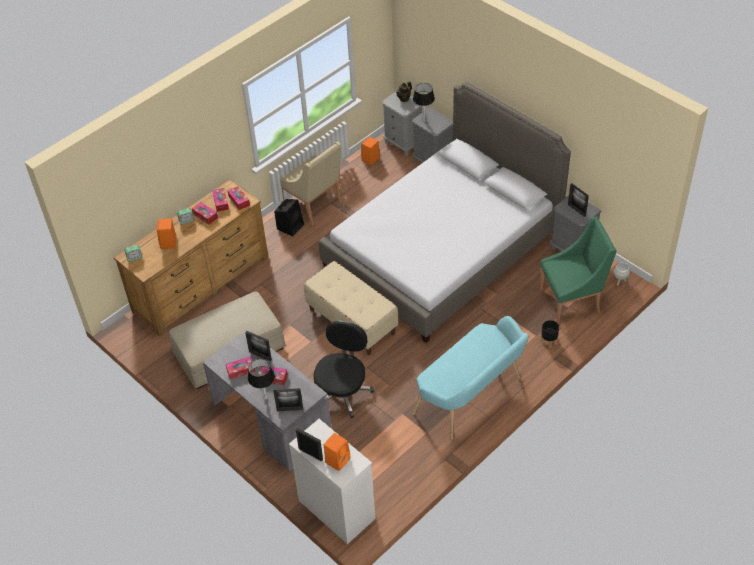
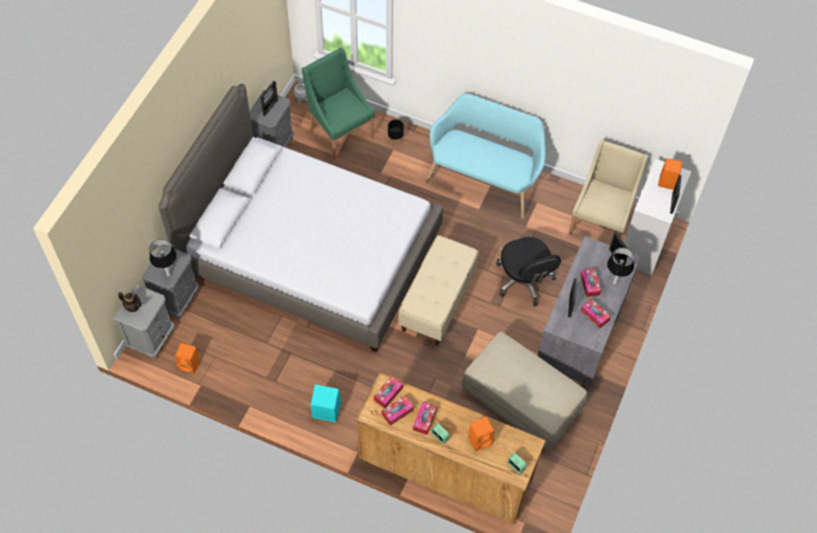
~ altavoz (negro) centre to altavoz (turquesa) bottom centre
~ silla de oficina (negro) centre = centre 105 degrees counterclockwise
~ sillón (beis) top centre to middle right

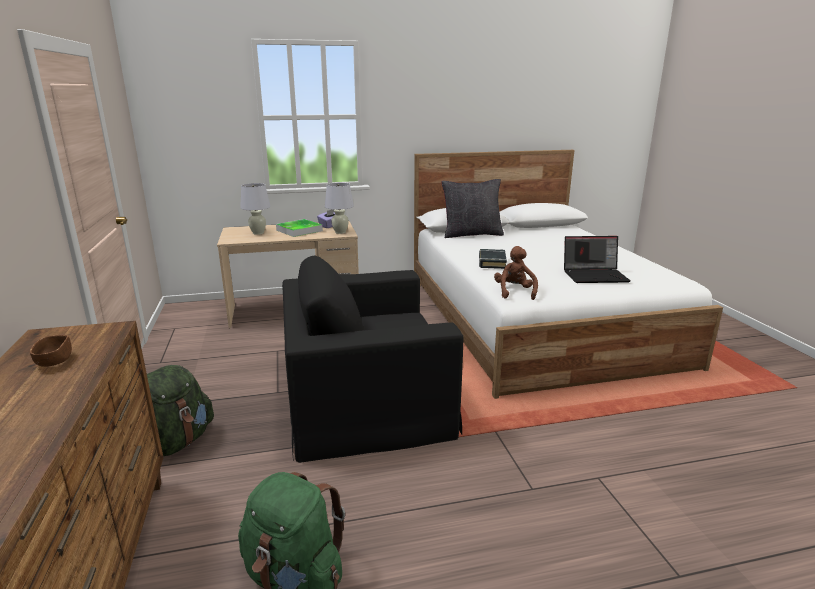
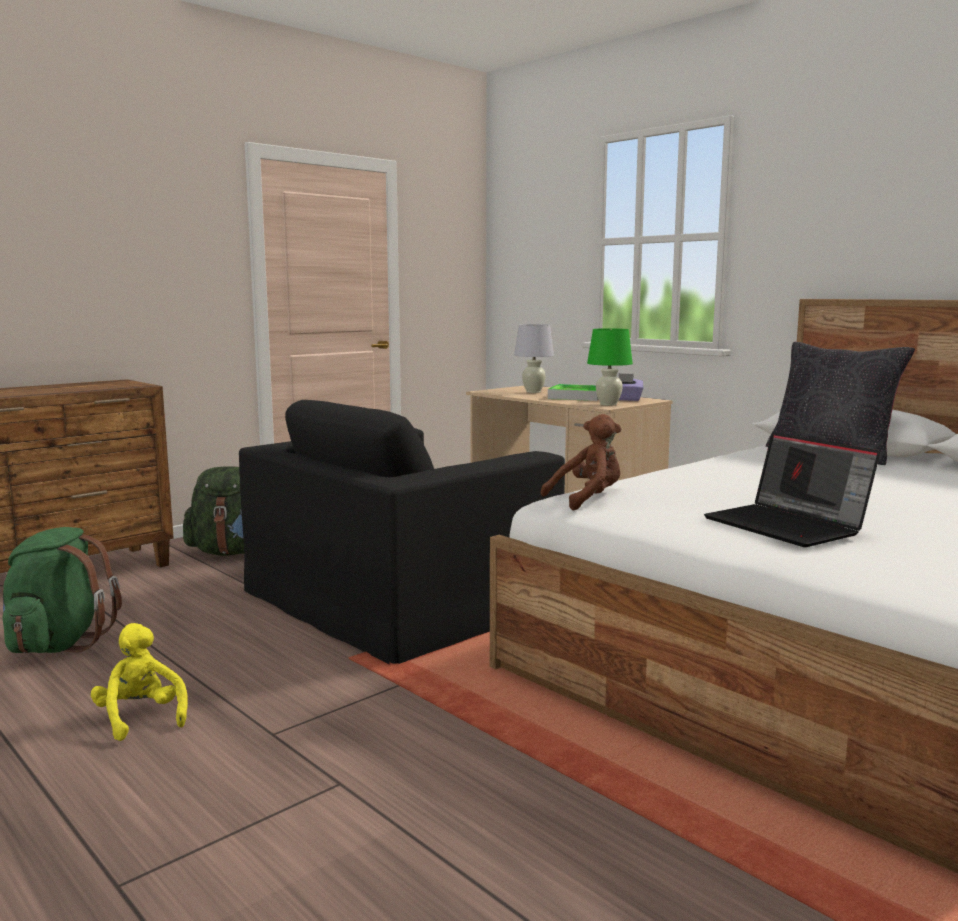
+ peluche (amarillo) bottom left
~ sillón (negro) centre = centre 90 degrees counterclockwise
~ lámpara de mesa (blanco) (2nd from left) centre to lámpara de mesa (verde) centre
- cuenco (marrón) middle left
- libro (negro) centre

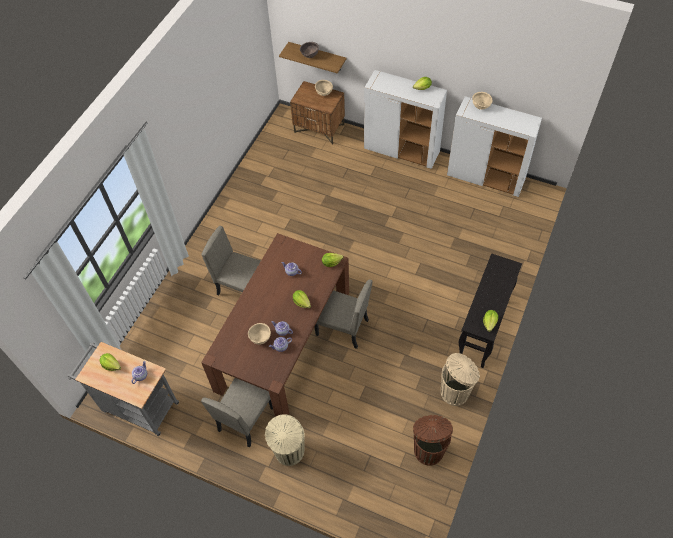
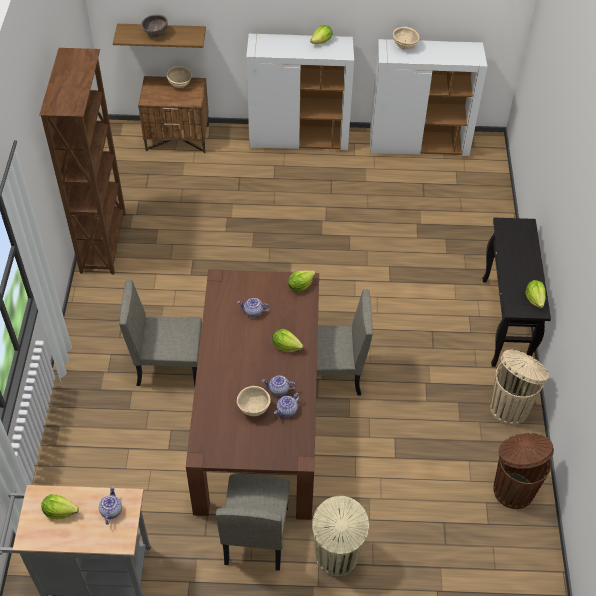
+ estantería (marrón) top left

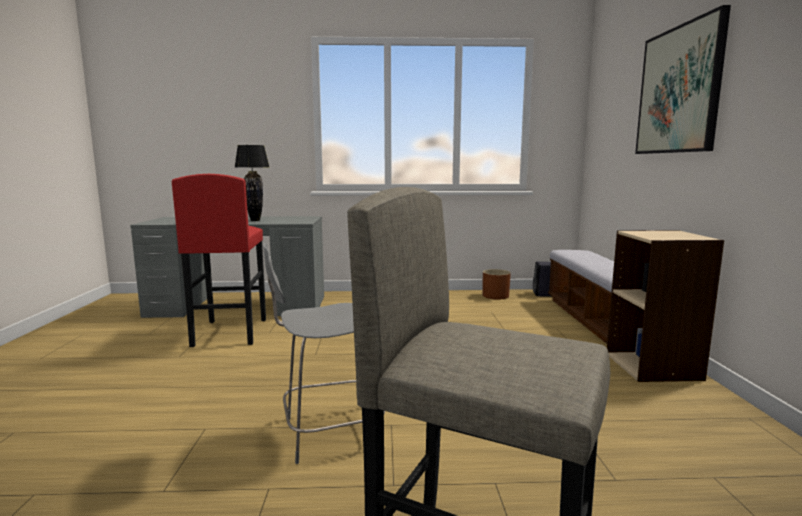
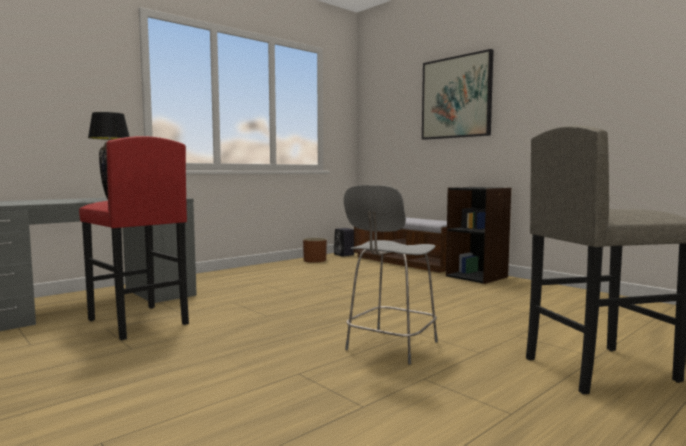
~ estantería (beis) middle right to estantería (negro) middle right

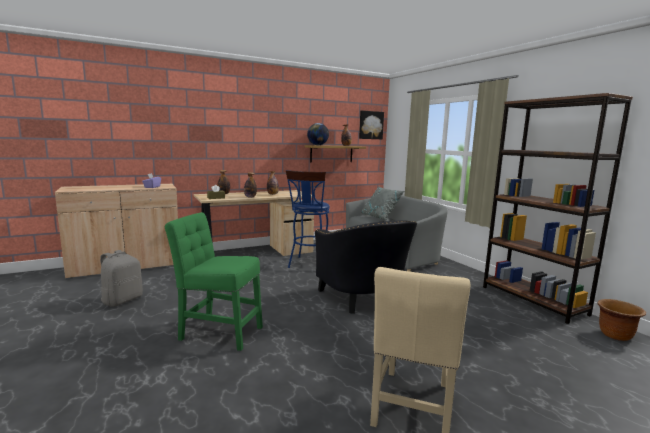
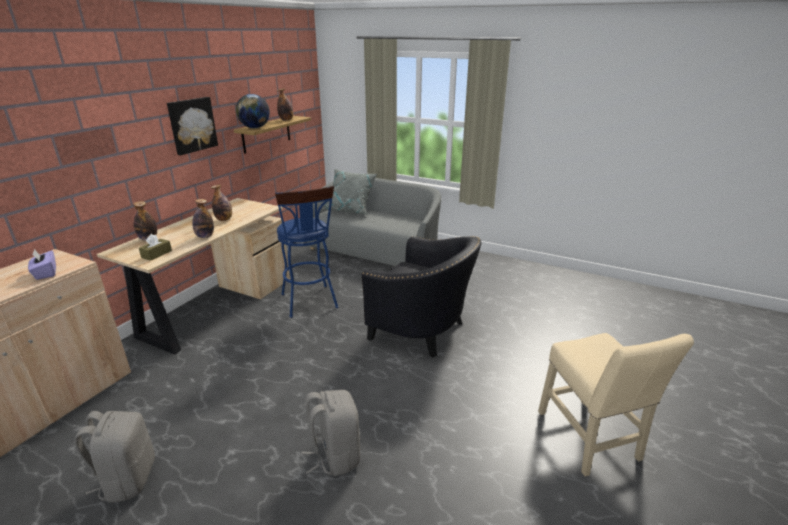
~ cuadro top centre to top left
~ silla (verde) middle left to mochila (gris) (2nd from left) bottom centre
- estantería (marrón) middle right
- maceta (marrón) bottom right

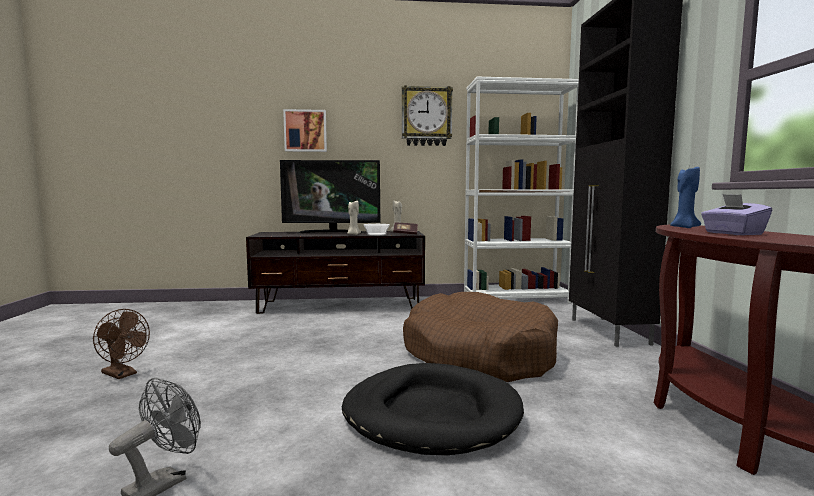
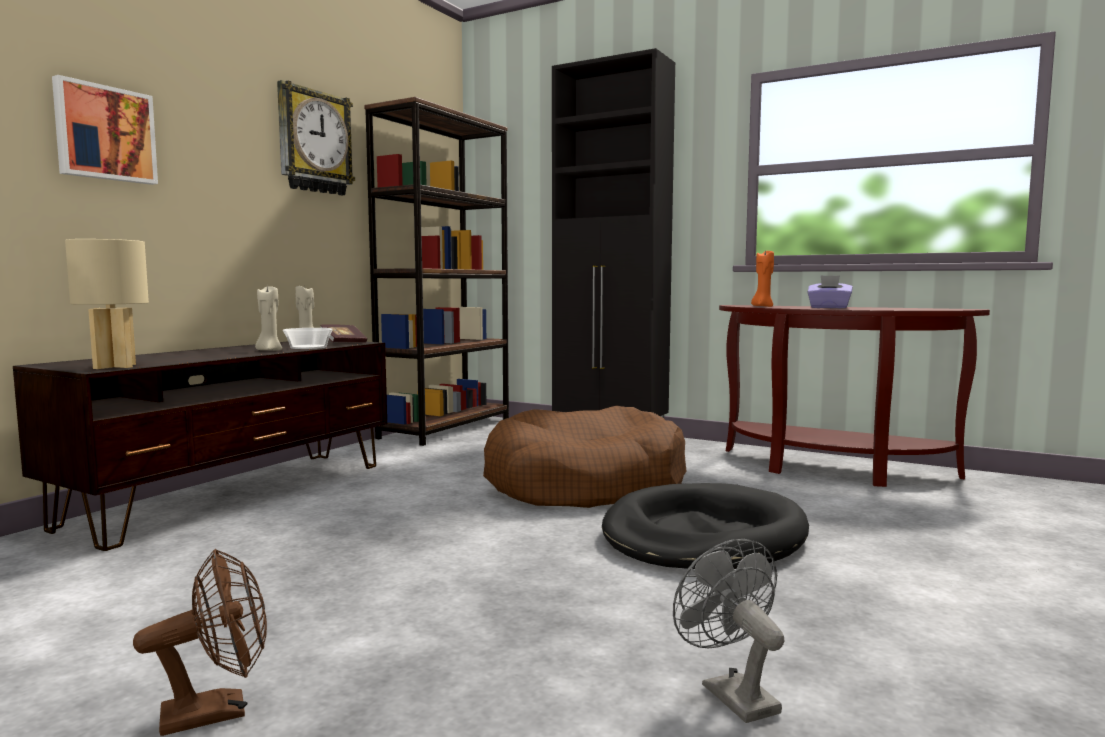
+ lámpara de mesa (beis) middle left
~ estantería (blanco) centre to estantería (marrón) centre
~ vela (azul) middle right to vela (naranja) middle right
- televisor centre

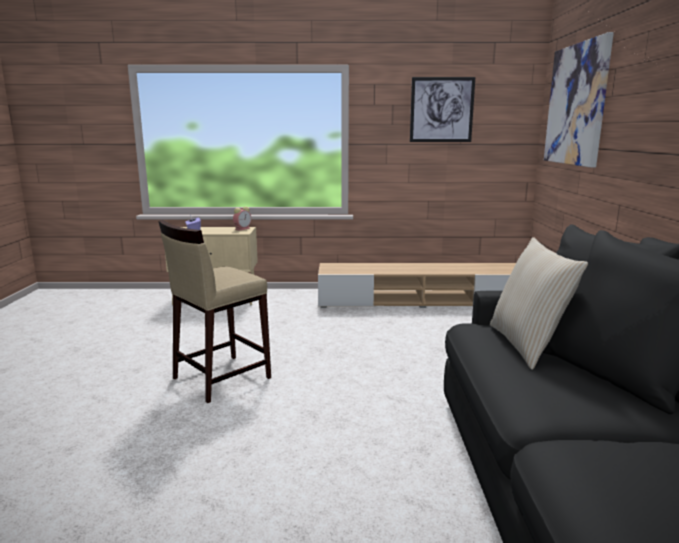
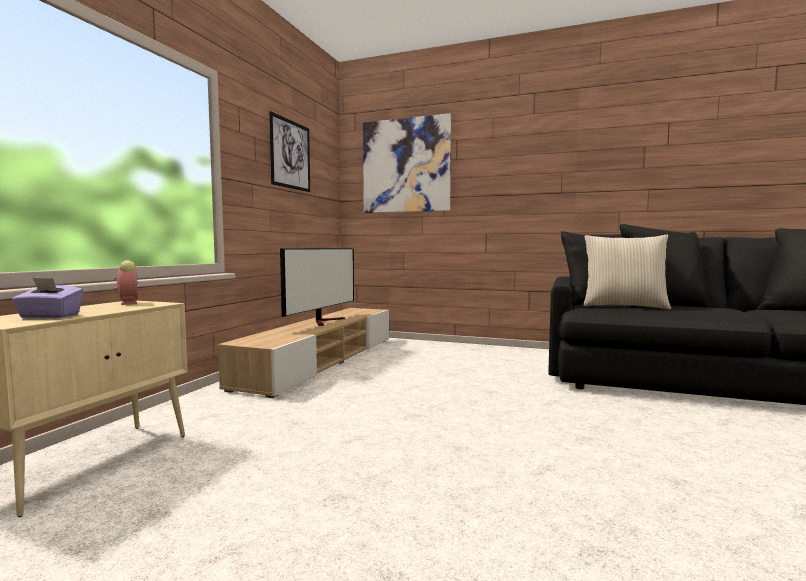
+ televisor centre
- taburete (beis) middle left

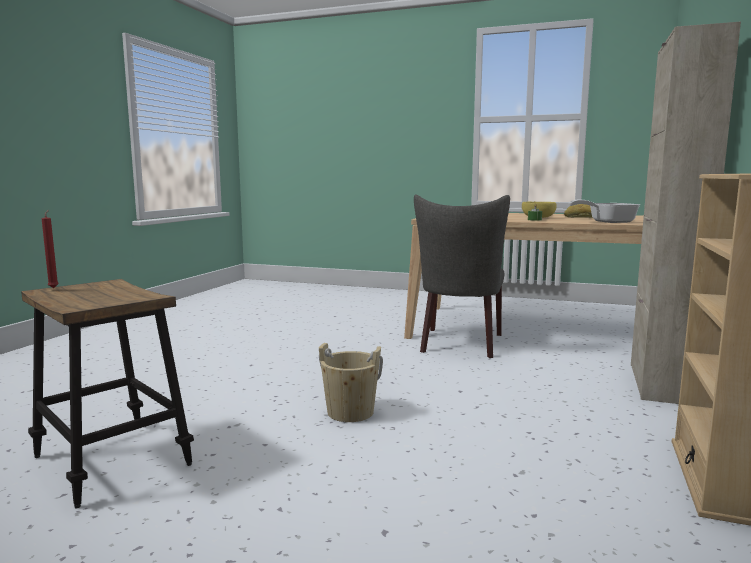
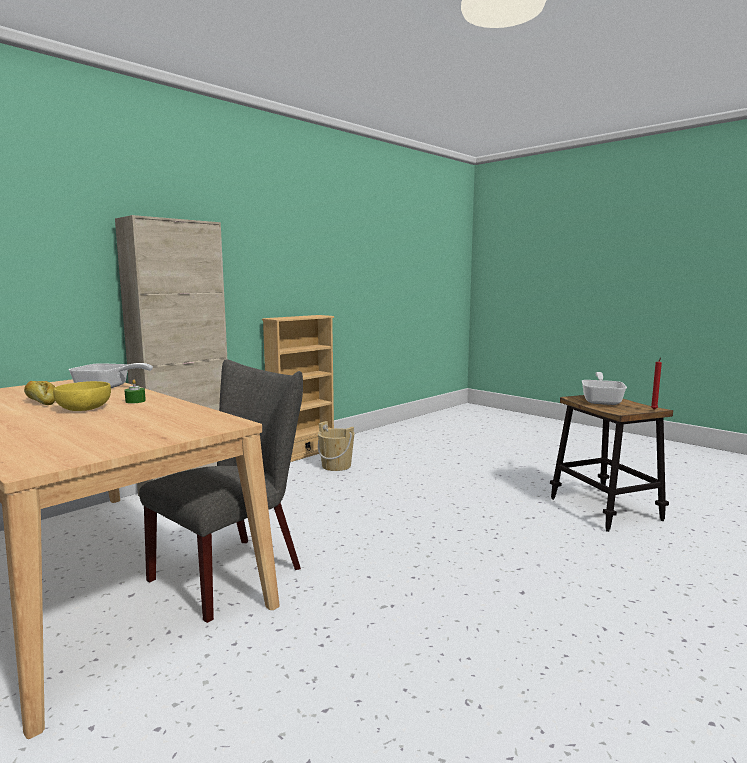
~ cubo (beis) bottom centre to centre
+ sartén (2nd from left) middle right

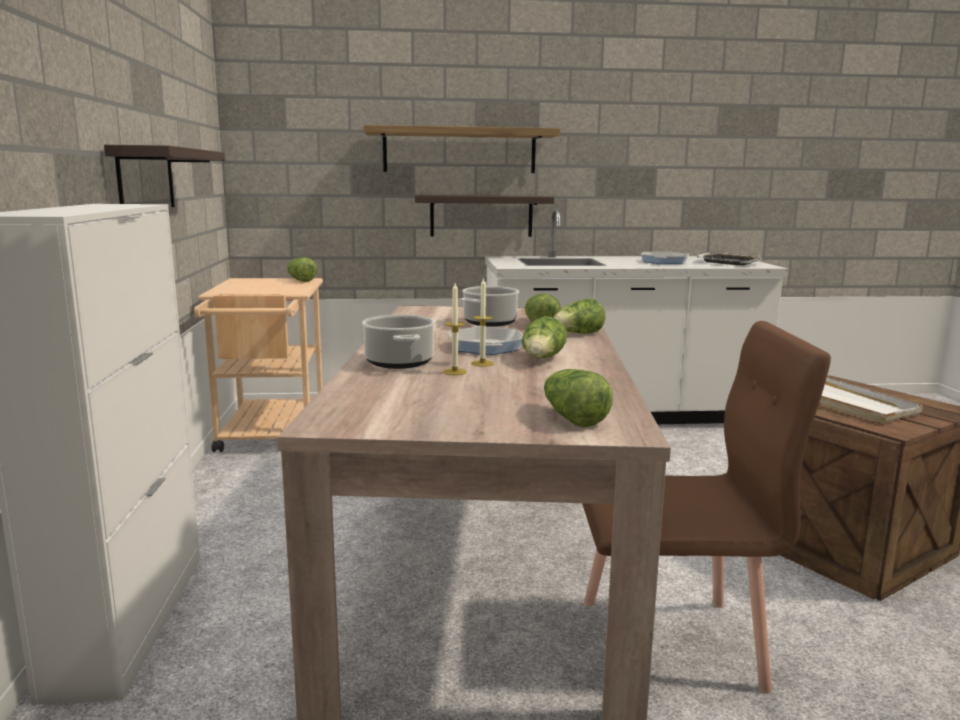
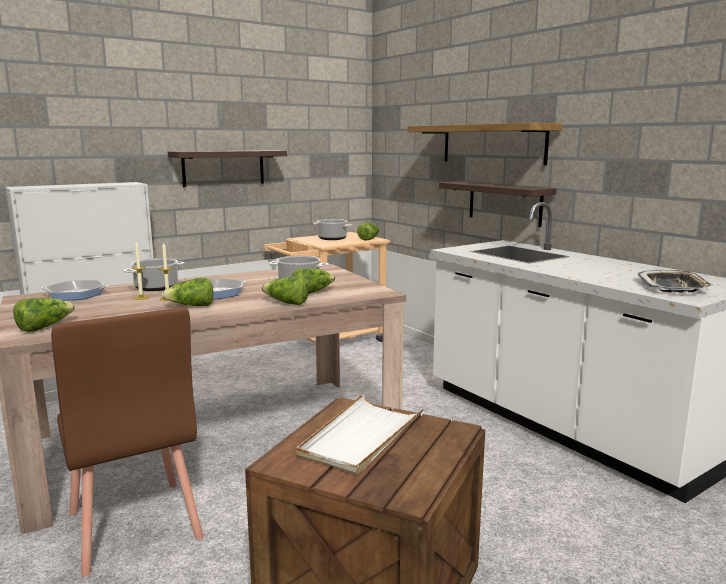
~ sartén (2nd from left in the first image) middle right to sartén (1st from left) middle left
+ olla (3rd from left) centre

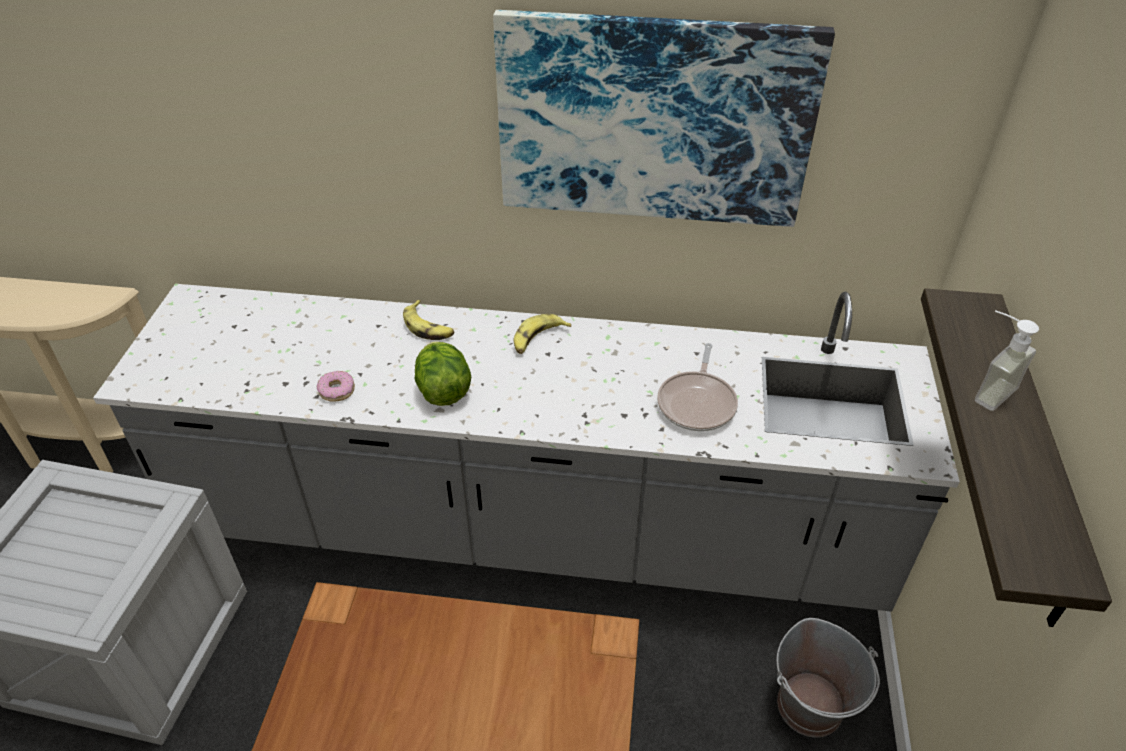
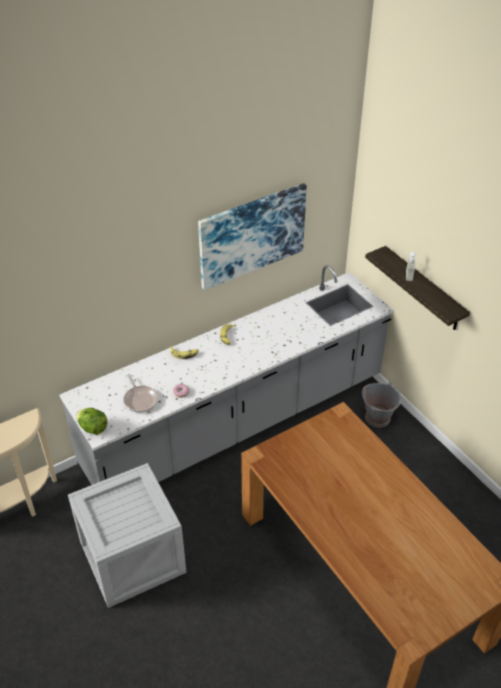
~ lechuga centre to middle left
~ sartén centre to middle left

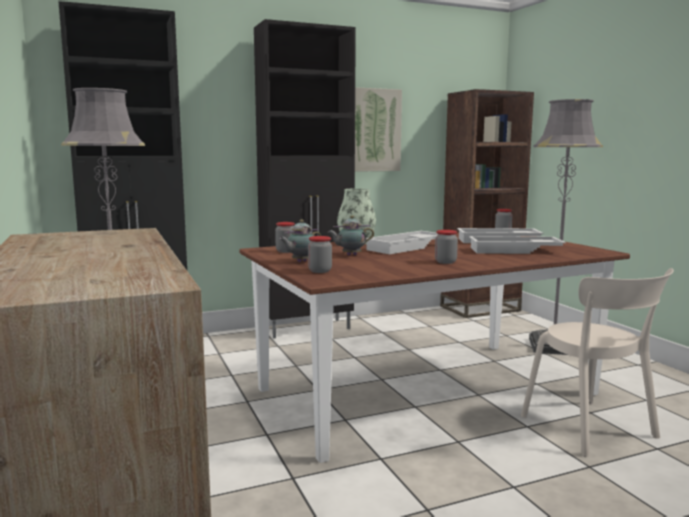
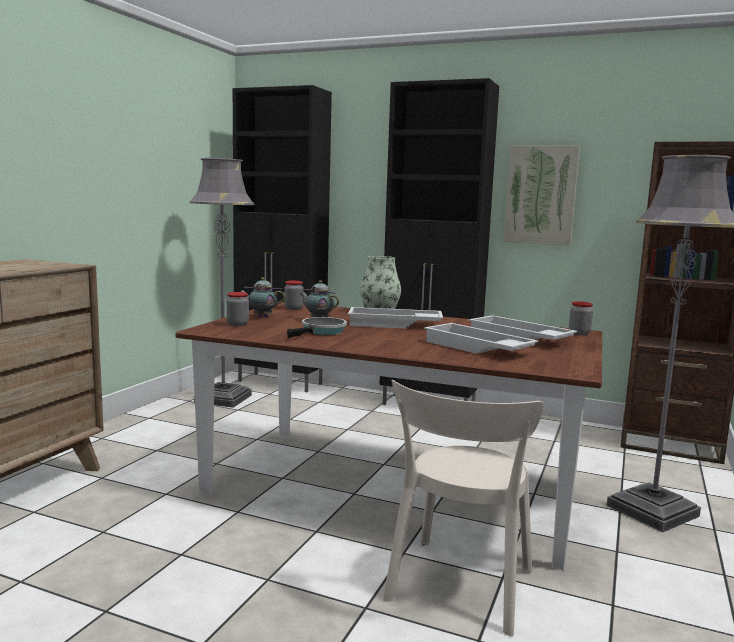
+ sartén centre
- tarro (3rd from left) centre

